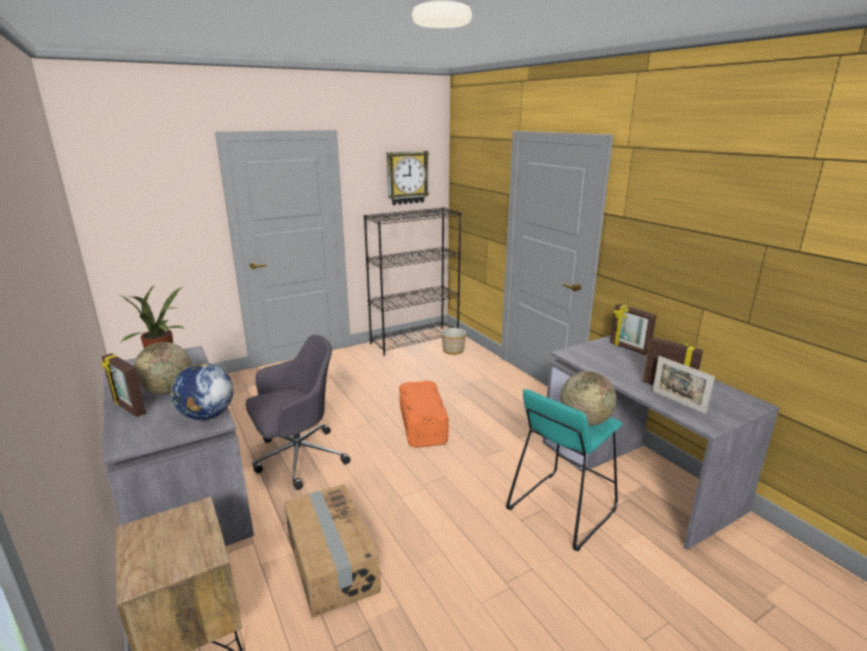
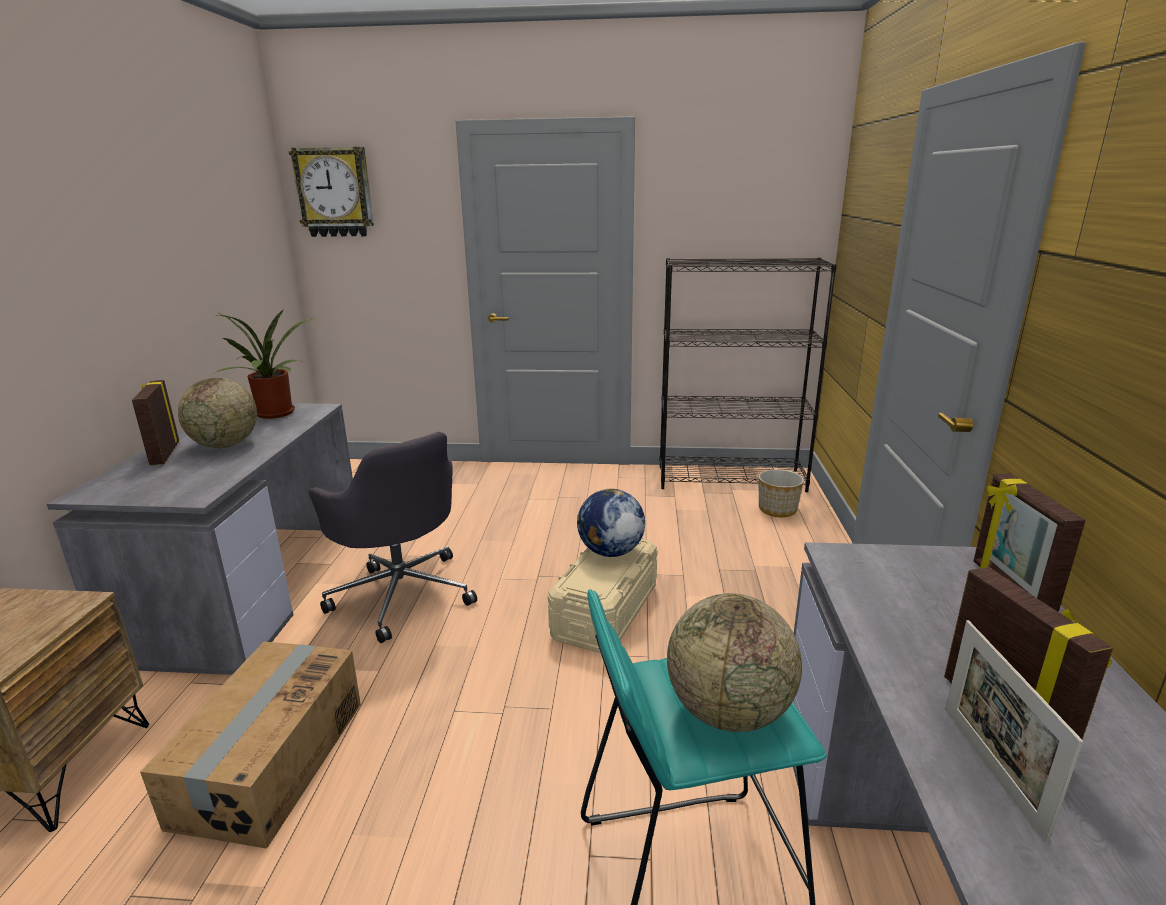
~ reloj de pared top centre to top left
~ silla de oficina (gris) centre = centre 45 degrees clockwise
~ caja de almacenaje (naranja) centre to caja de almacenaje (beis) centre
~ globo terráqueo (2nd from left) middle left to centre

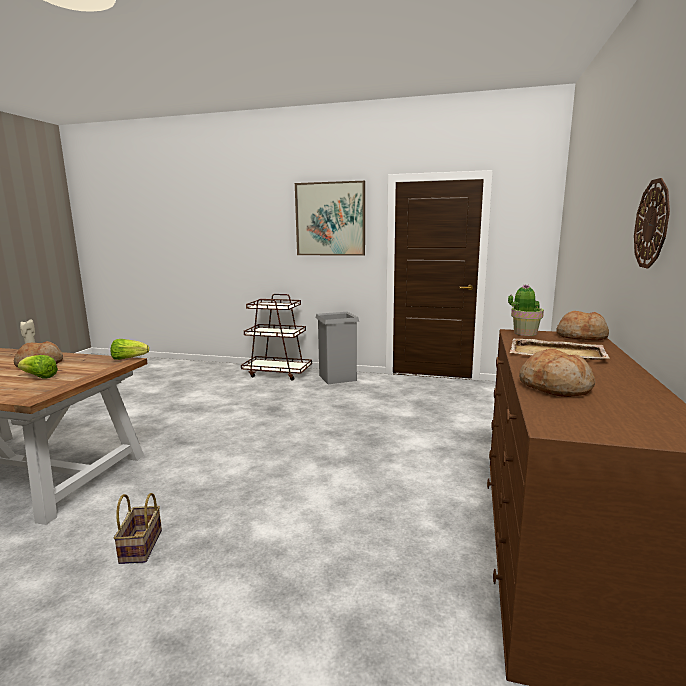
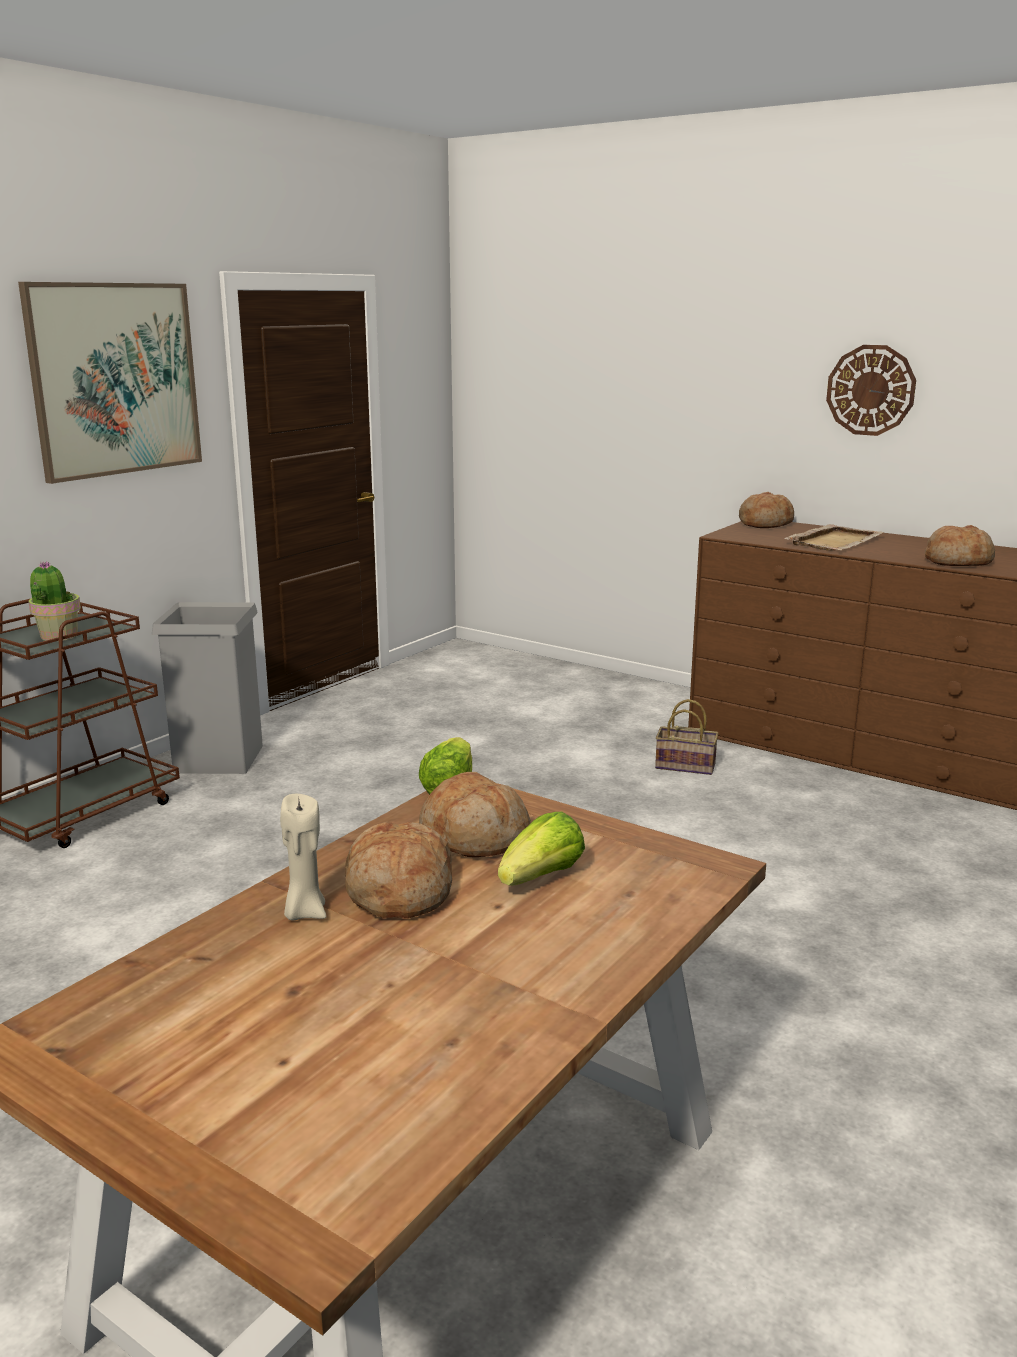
~ planta en maceta middle right to middle left
+ pan (2nd from left) centre
~ cesta bottom left to middle right

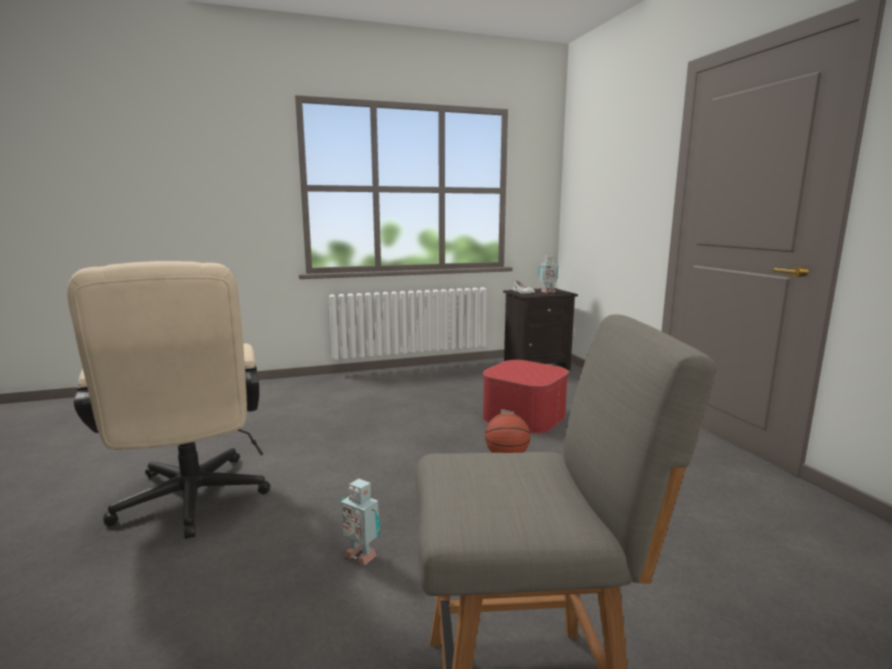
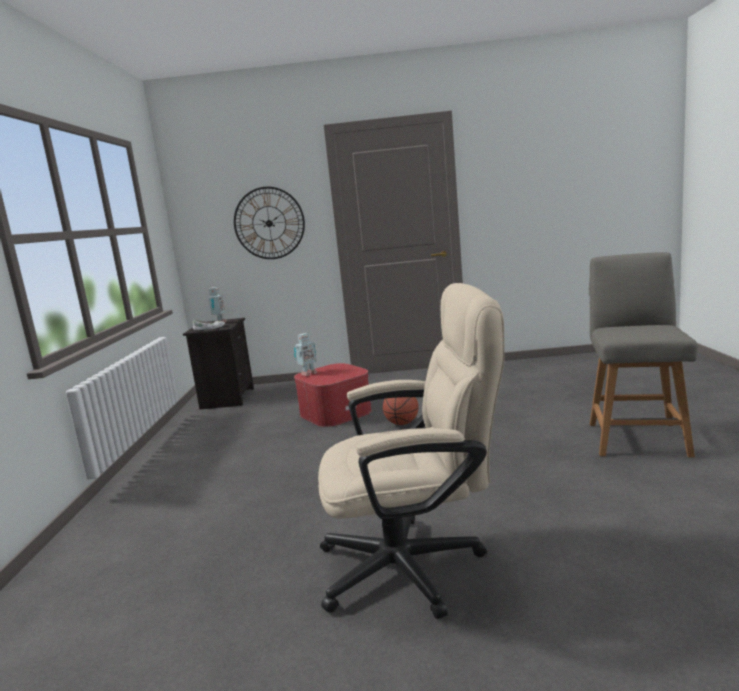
+ reloj de pared top centre
~ robot de juguete (1st from left in the first image) bottom centre to robot de juguete (2nd from left) centre

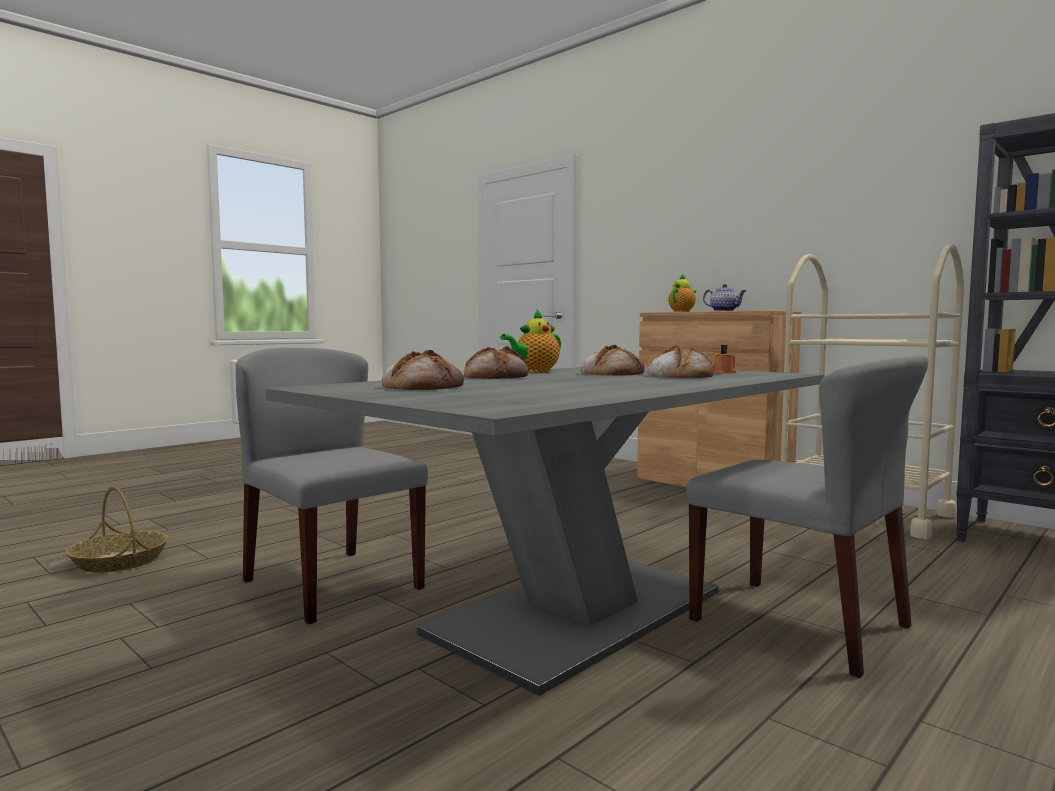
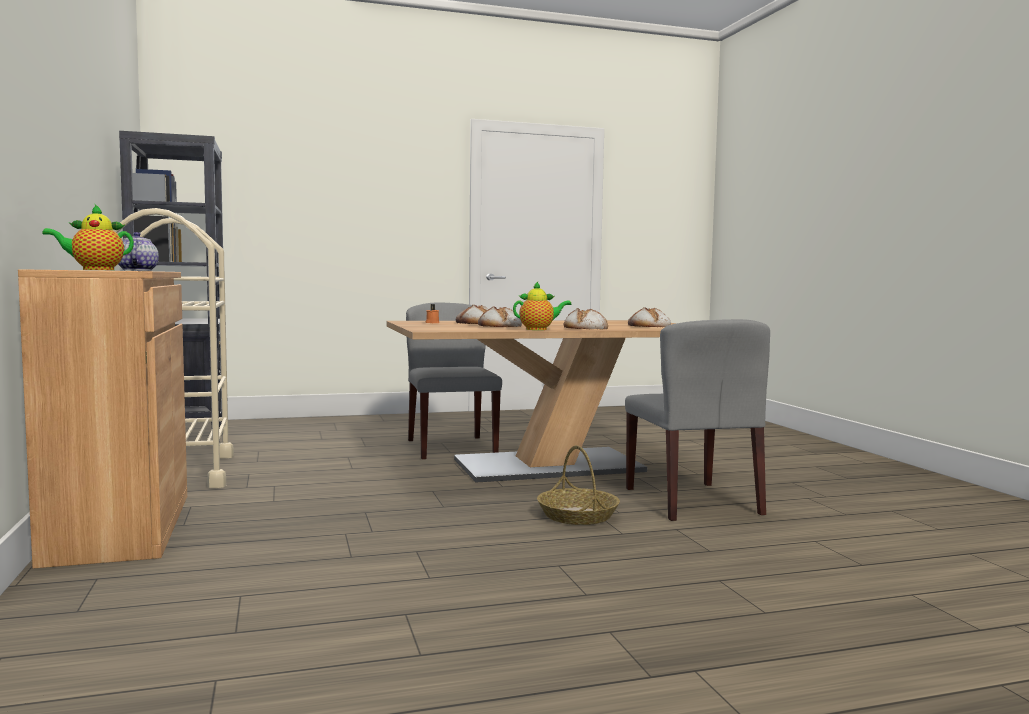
~ mesa de comedor (gris) bottom centre to mesa de comedor (marrón) centre
~ cesta bottom left to bottom centre

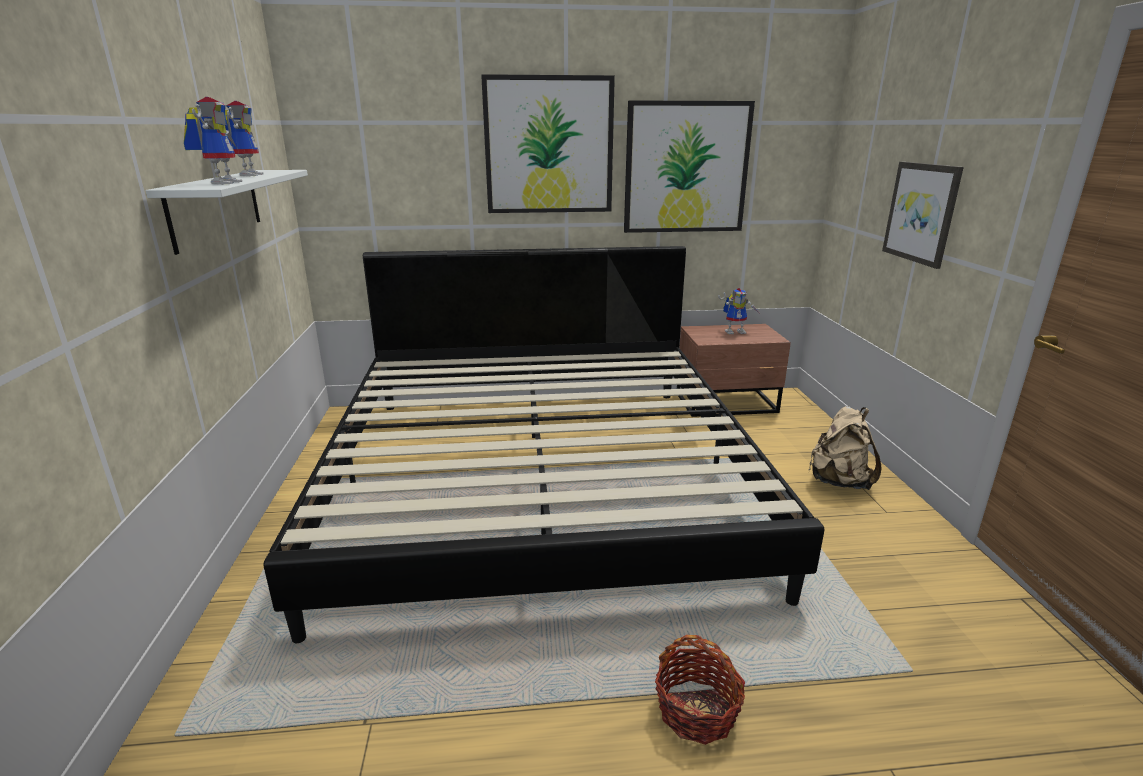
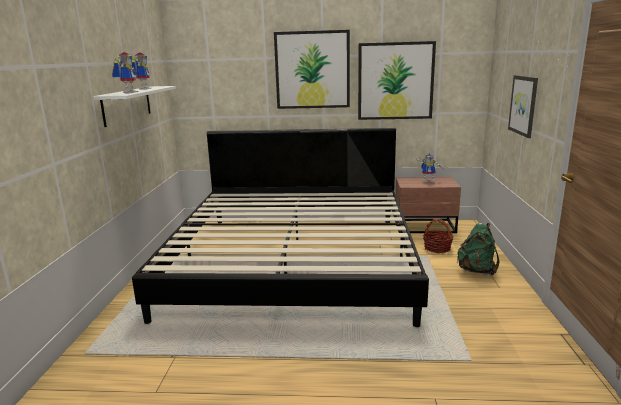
~ cesta bottom centre to middle right
~ mochila (beis) middle right to mochila (verde) middle right

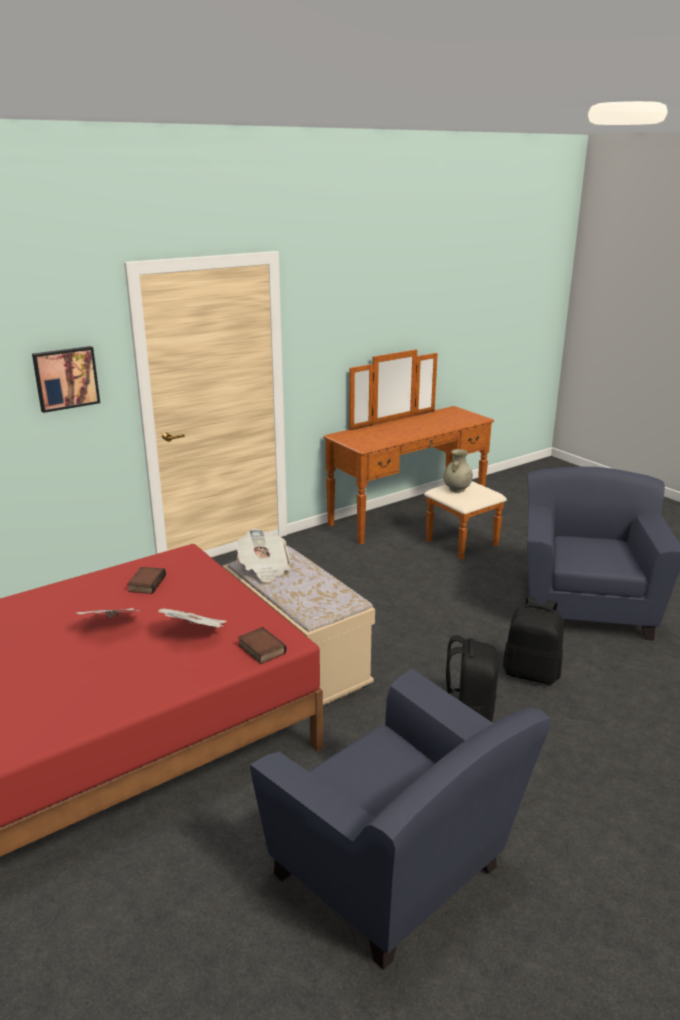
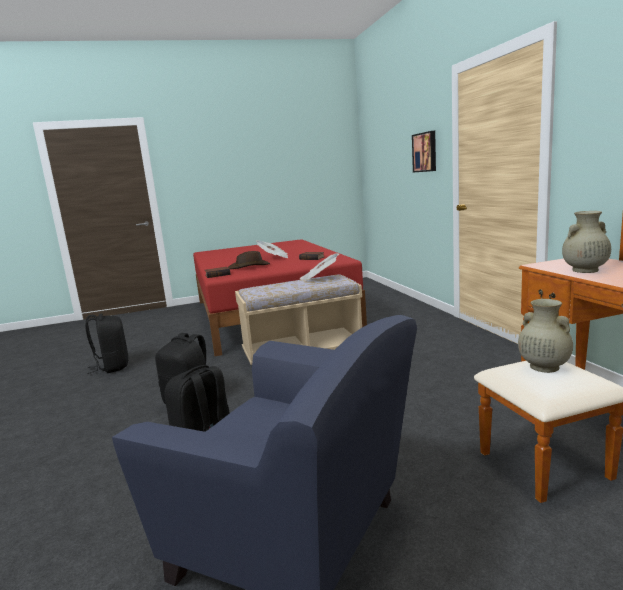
~ sillón (azul) (1st from left) bottom centre to mochila (negro) (1st from left) middle left
~ periódico (2nd from left) middle left to sombrero (marrón) centre
+ florero (beis) (2nd from left) middle right

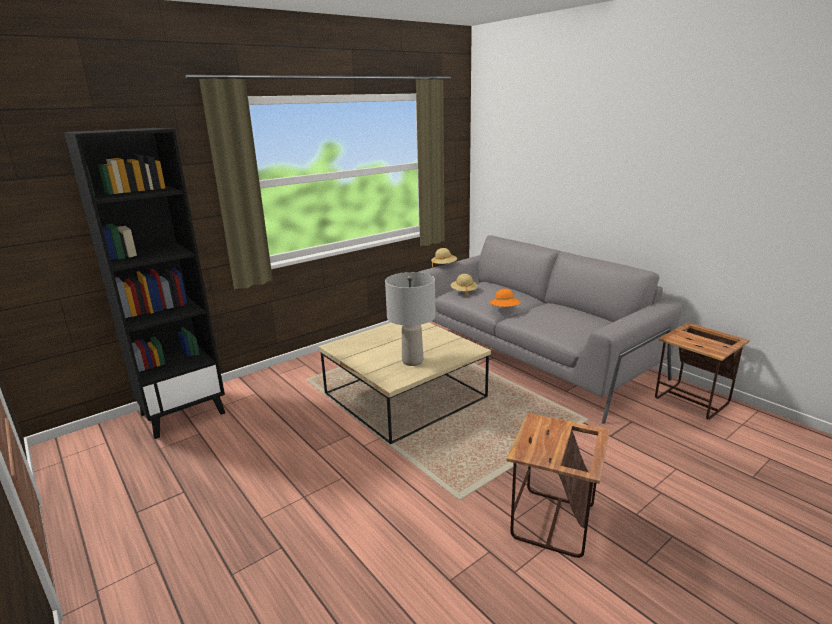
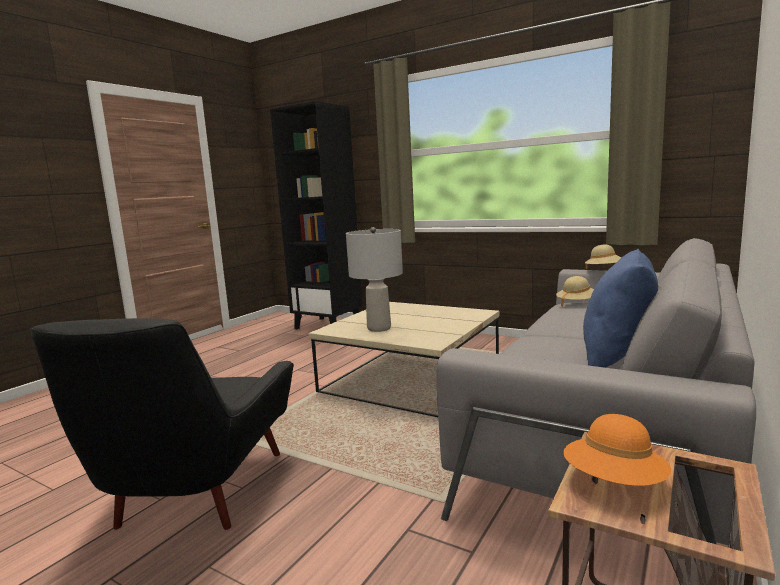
~ mesa auxiliar (1st from left) bottom right to sillón (negro) bottom left
~ sombrero (naranja) centre to bottom right
+ cojín (azul) middle right

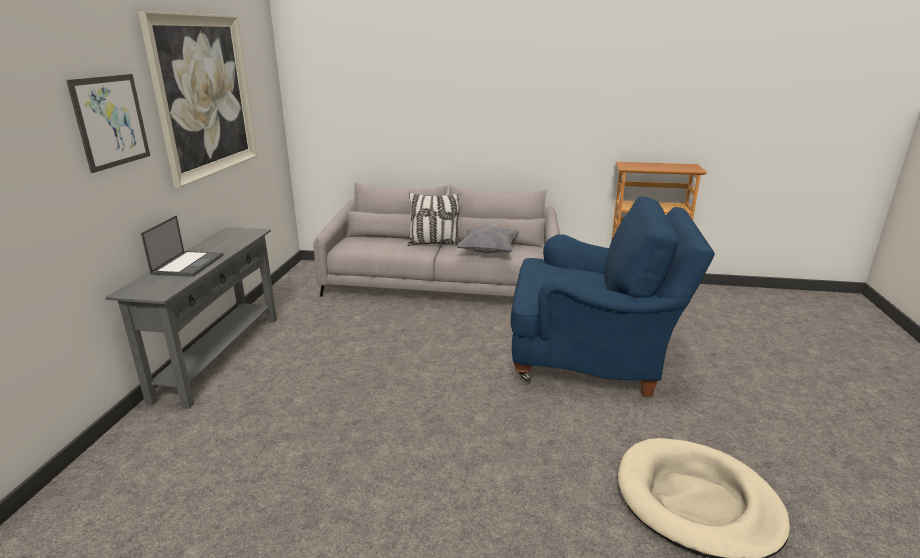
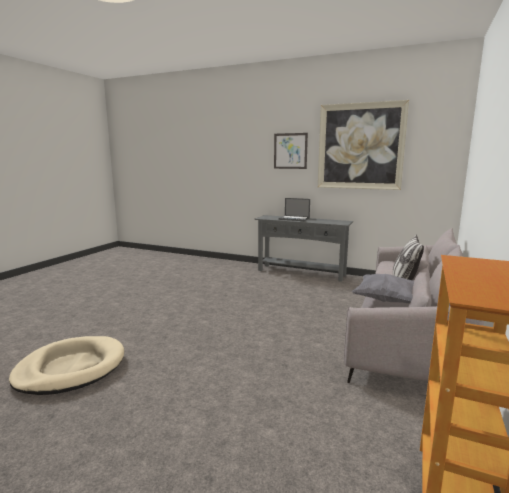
- sillón (azul) centre

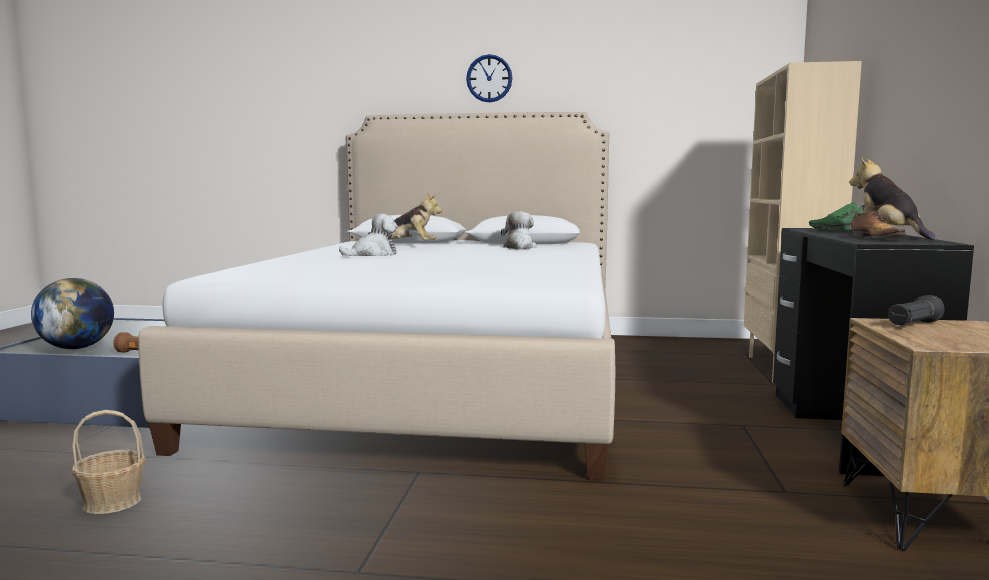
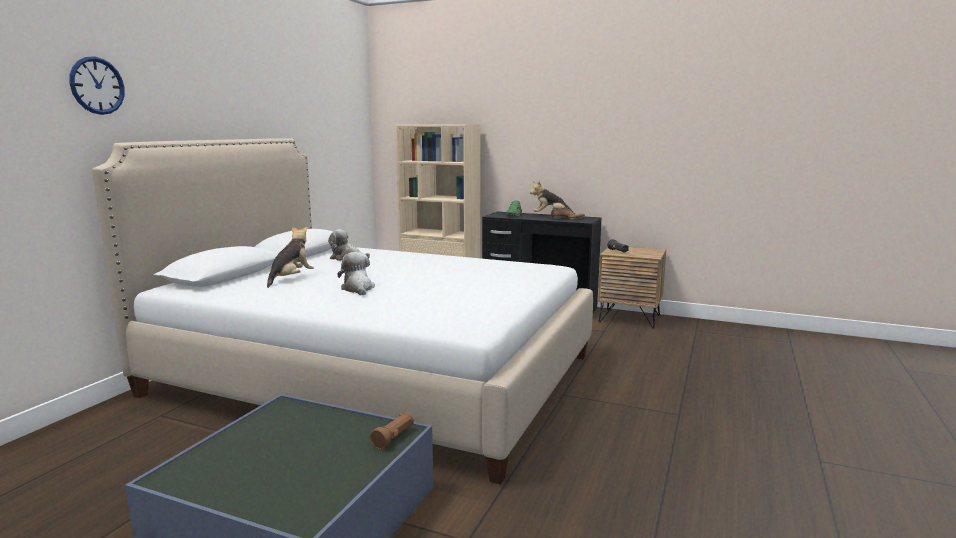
~ reloj de pared top centre to top left
- globo terráqueo middle left
- cesta bottom left

